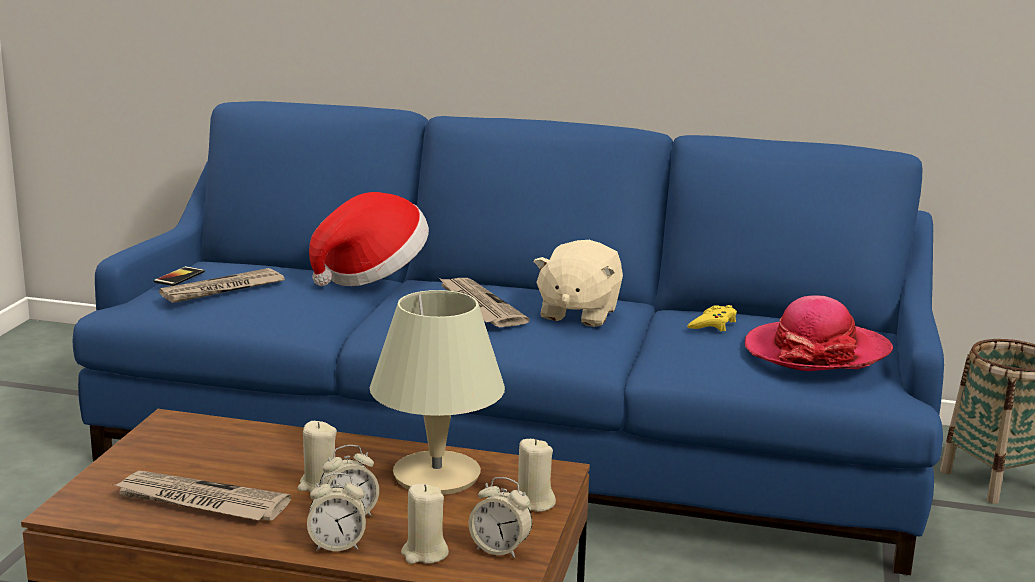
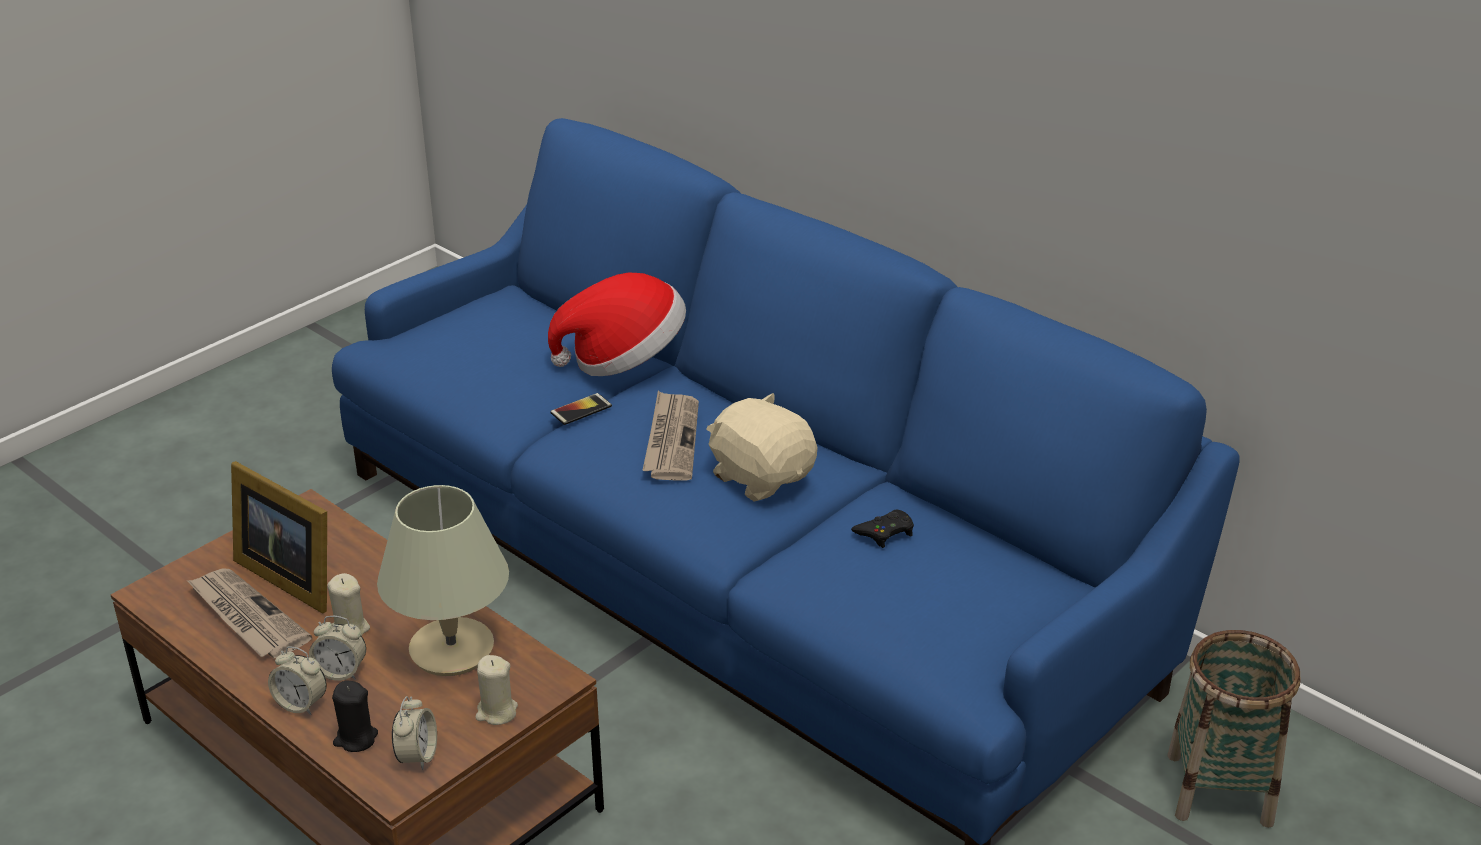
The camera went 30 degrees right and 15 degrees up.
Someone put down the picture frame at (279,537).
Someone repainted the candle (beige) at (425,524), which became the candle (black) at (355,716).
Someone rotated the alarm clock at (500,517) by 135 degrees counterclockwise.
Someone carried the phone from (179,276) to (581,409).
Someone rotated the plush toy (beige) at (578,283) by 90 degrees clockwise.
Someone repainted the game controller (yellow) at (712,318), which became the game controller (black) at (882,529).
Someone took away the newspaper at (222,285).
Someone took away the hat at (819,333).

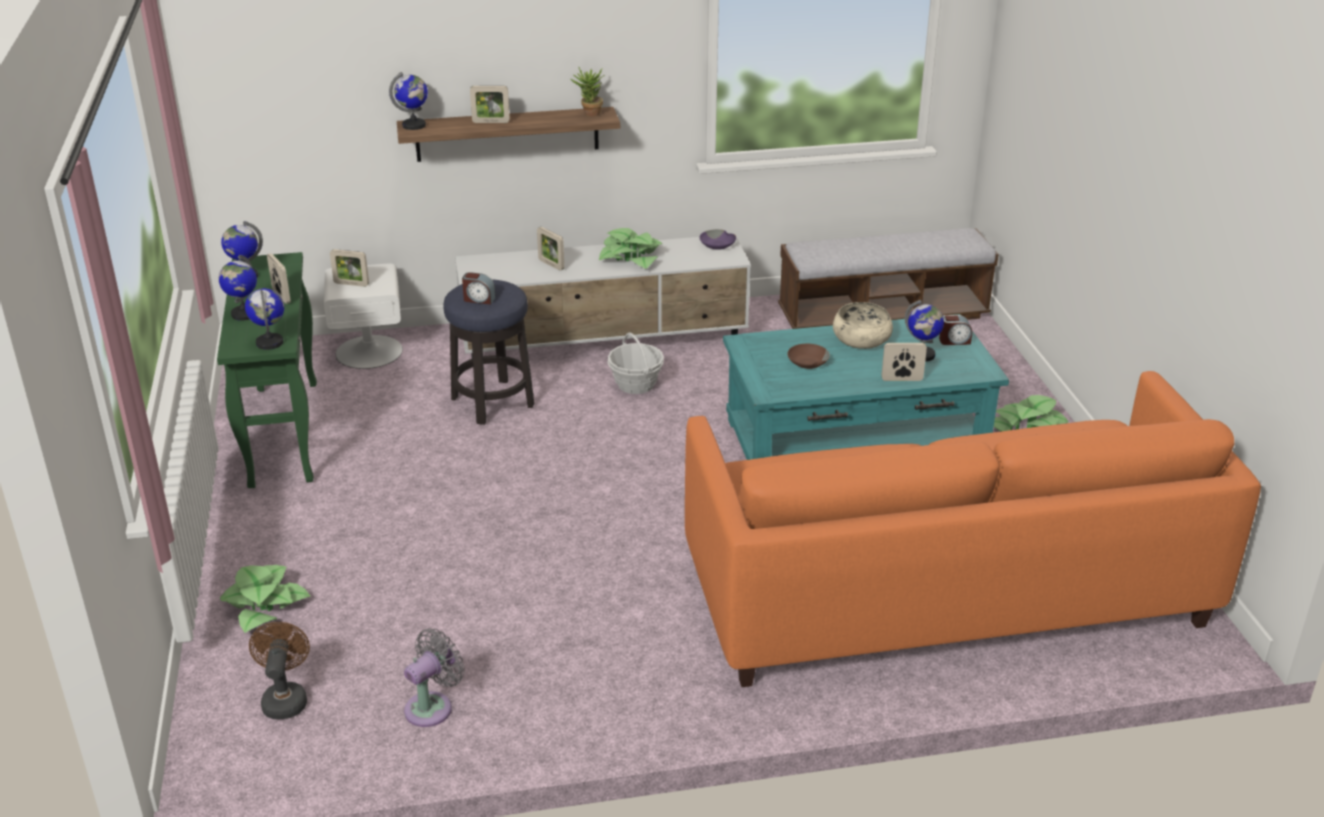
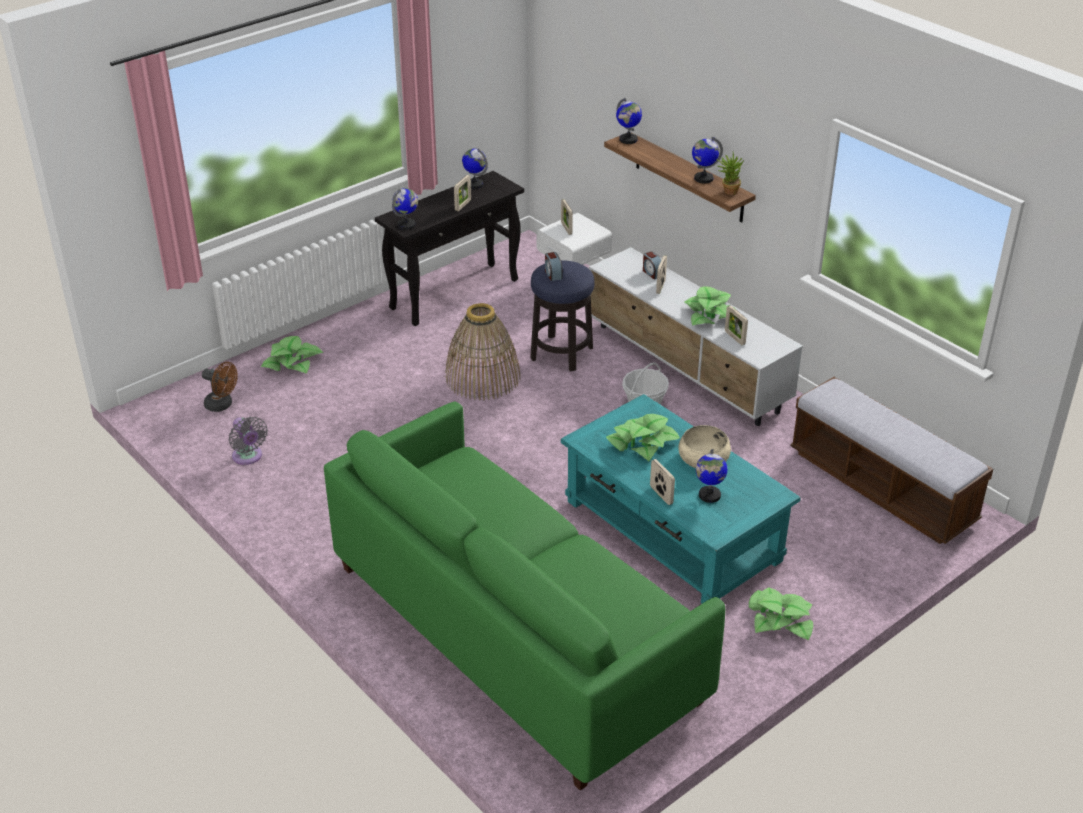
The camera went 60 degrees right and 5 degrees up.
Someone rotated the fan (brown) at (279,670) by 60 degrees clockwise.
Someone rotated the fan (grey) at (434,677) by 45 degrees clockwise.
Someone repainted the sofa (orange) at (973,529), which became the sofa (green) at (524,596).
Someone repainted the console table (green) at (267,370), which became the console table (black) at (449,248).
Someone put down the basket at (483,352).
Someone swapped the bowl (brown) at (808,356) for the potted plant at (643,437).
Someone carried the alarm clock from (955,330) to (652,265).
Someone carried the globe from (238,288) to (707,160).
Someone carried the picture frame from (490,104) to (736,325).
Someone took away the bowl (purple) at (717,239).

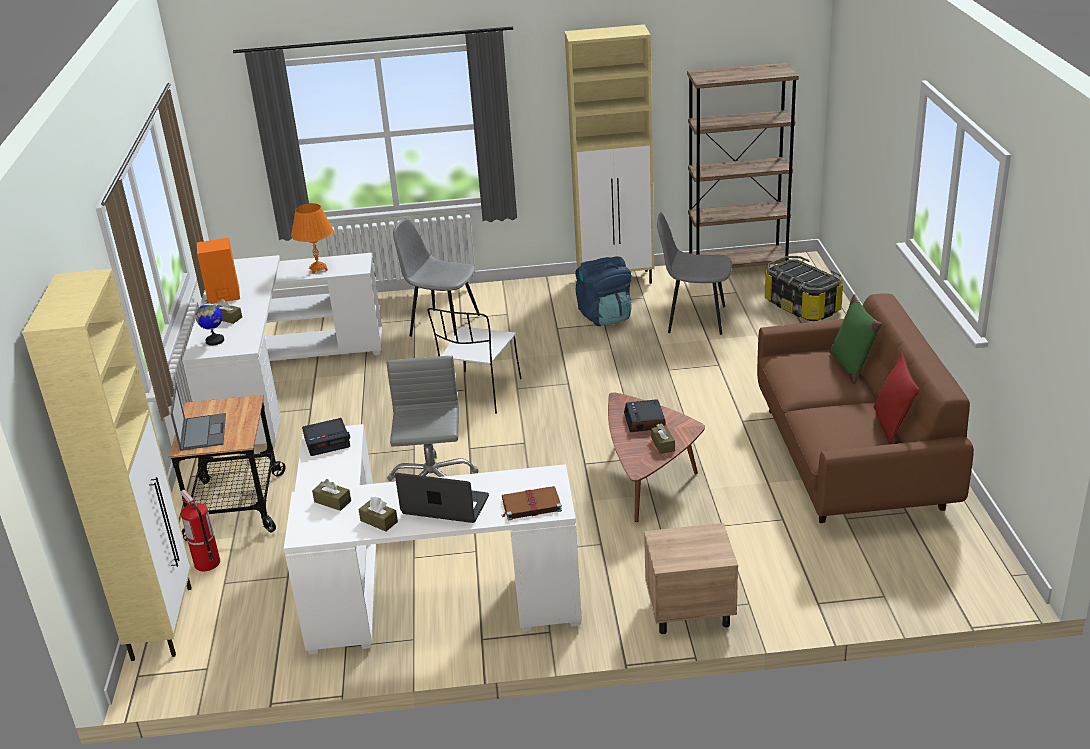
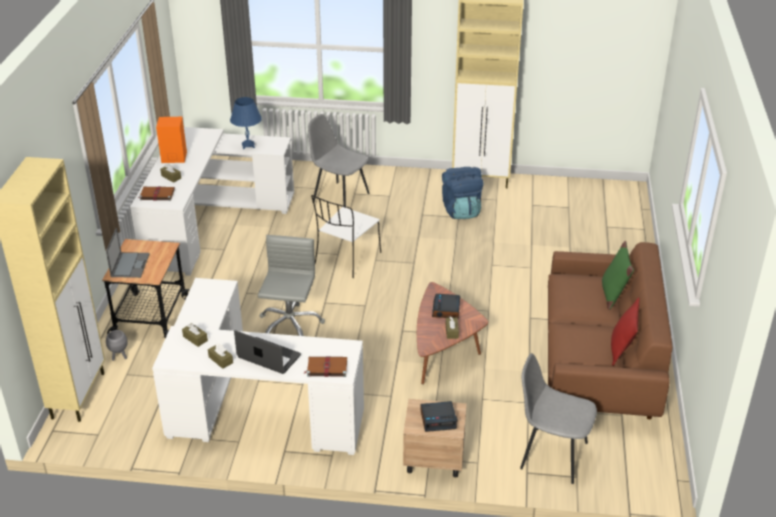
The camera went 10 degrees right and 5 degrees up.
Someone swapped the fire extinguisher at (200,530) for the planter (grey) at (117,345).
Someone swapped the globe at (210,322) for the book (brown) at (157,194).
Someone repainted the table lamp (orange) at (312,238), which became the table lamp (blue) at (246,123).
Someone carried the alarm clock from (326,437) to (439,416).
Someone carried the chair (grey) from (694,273) to (558,418).
Someone took away the bookcase (brown) at (743,165).
Someone took away the storage box at (804,288).

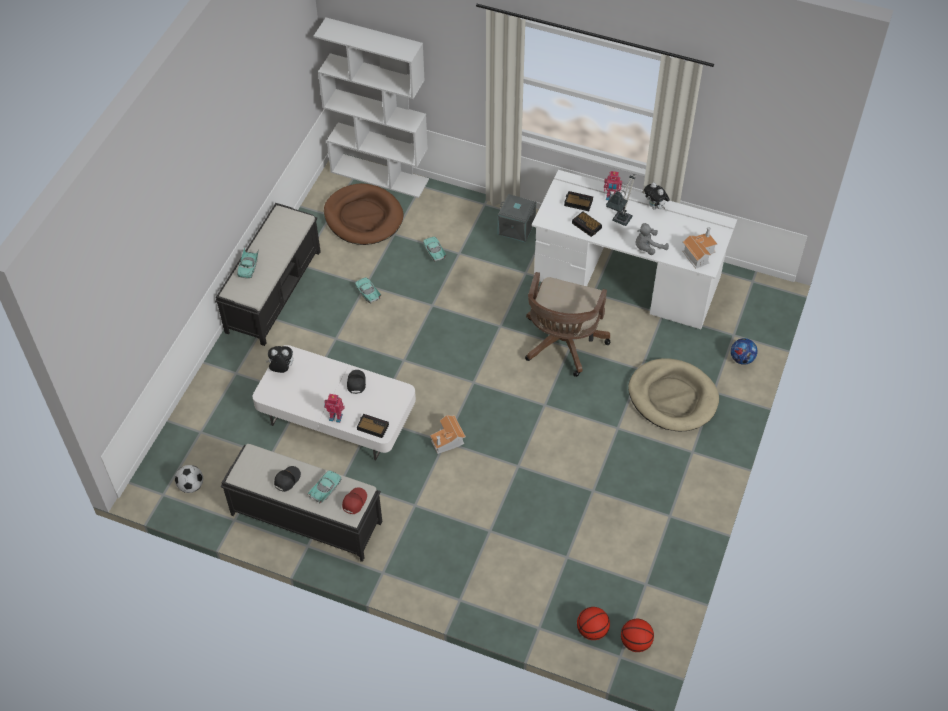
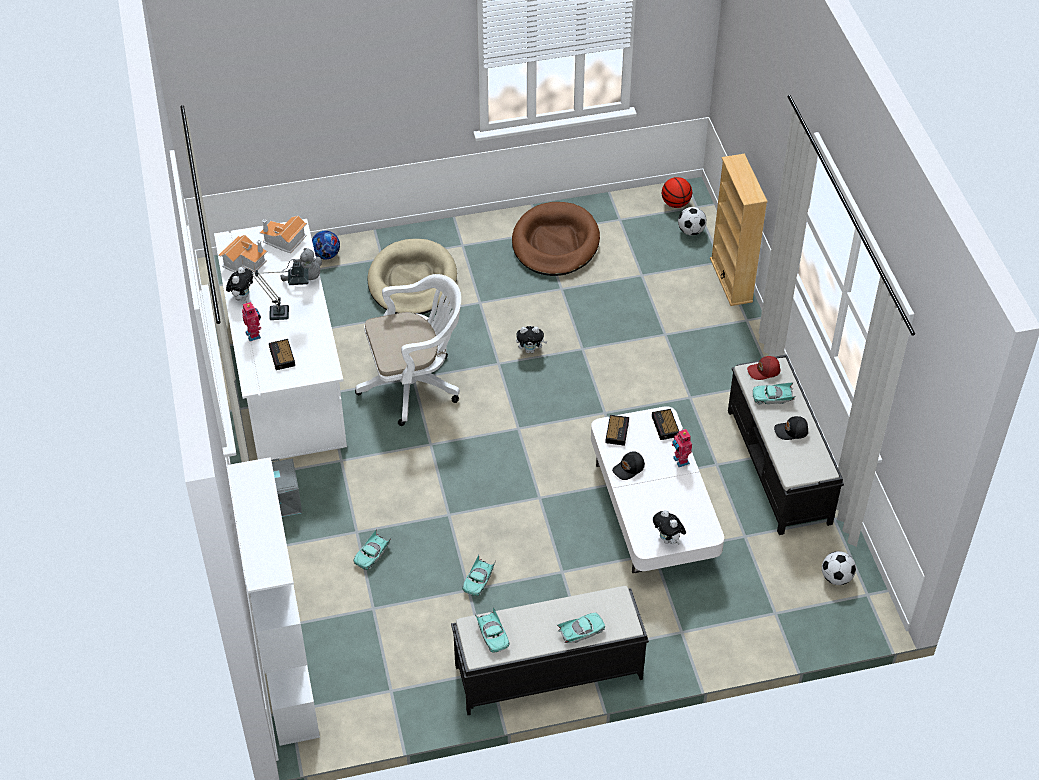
The camera went 125 degrees left and 5 degrees down.
Someone carried the toy house from (448,434) to (242,253).
Someone repainted the office chair (brown) at (568,324), which became the office chair (white) at (408,350).
Someone put down the toy car (turquoise) at (492,629).
Someone carried the dog bed (brown) from (363,214) to (556,239).
Someone put down the plush toy at (532,339).
Someone carried the alarm clock from (587,224) to (617,430).
Someone swapped the basketball at (593,623) for the football at (692,221).
Someone put down the bookcase (beige) at (739,229).

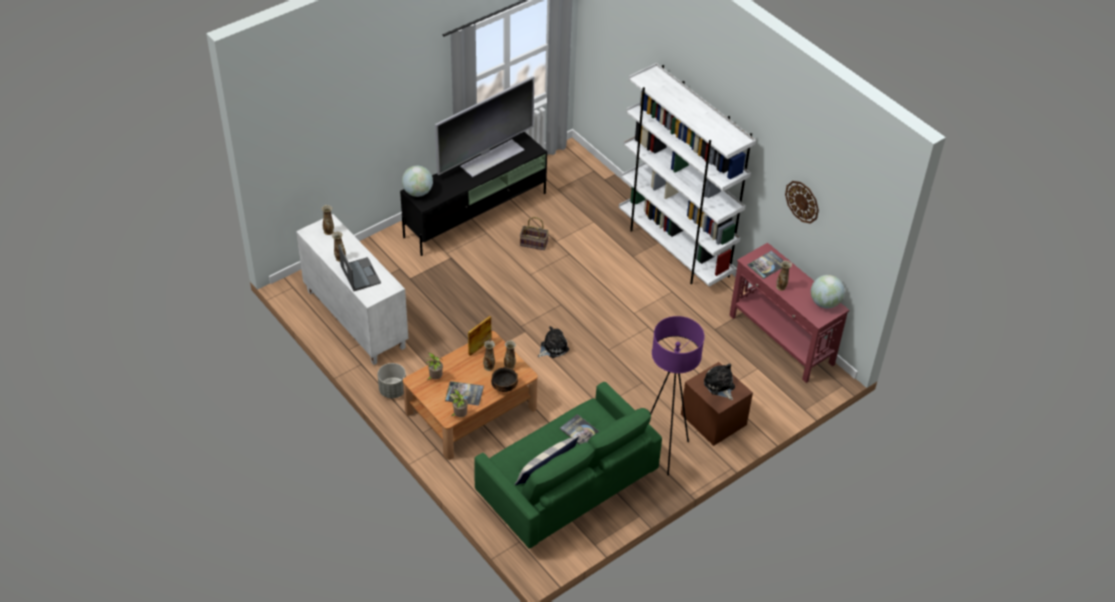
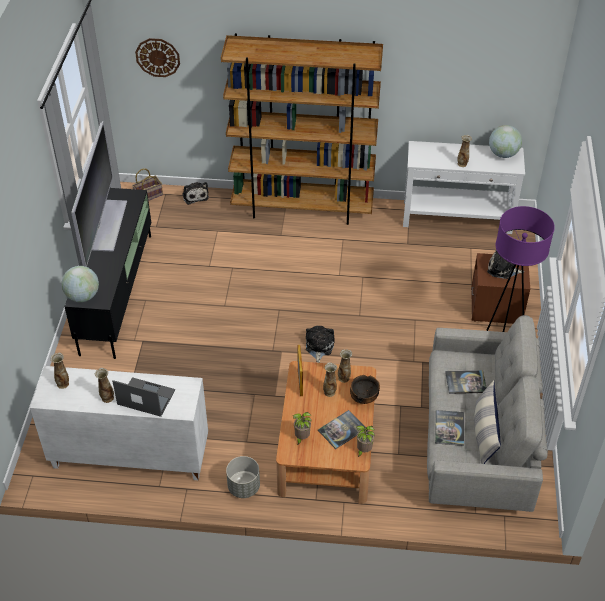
The camera went 45 degrees left and 0 degrees up.
Someone carried the basket from (534,233) to (147,184).
Someone carried the wall clock from (802,202) to (157,57).
Someone put down the plush toy at (196,193).
Someone repainted the bookcase (white) at (687,175), which became the bookcase (brown) at (302,129).
Someone repainted the console table (red) at (789,313), which became the console table (white) at (464,187).
Someone repainted the sofa (green) at (568,465), which became the sofa (grey) at (487,413).
Someone carried the book from (765,265) to (449,428).

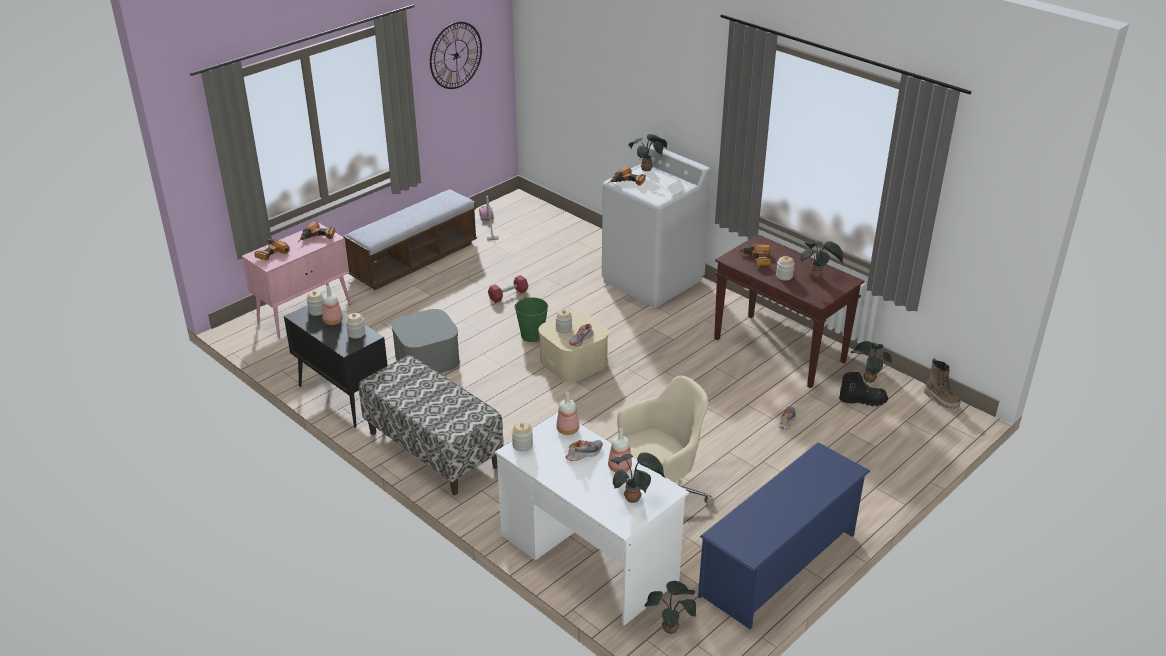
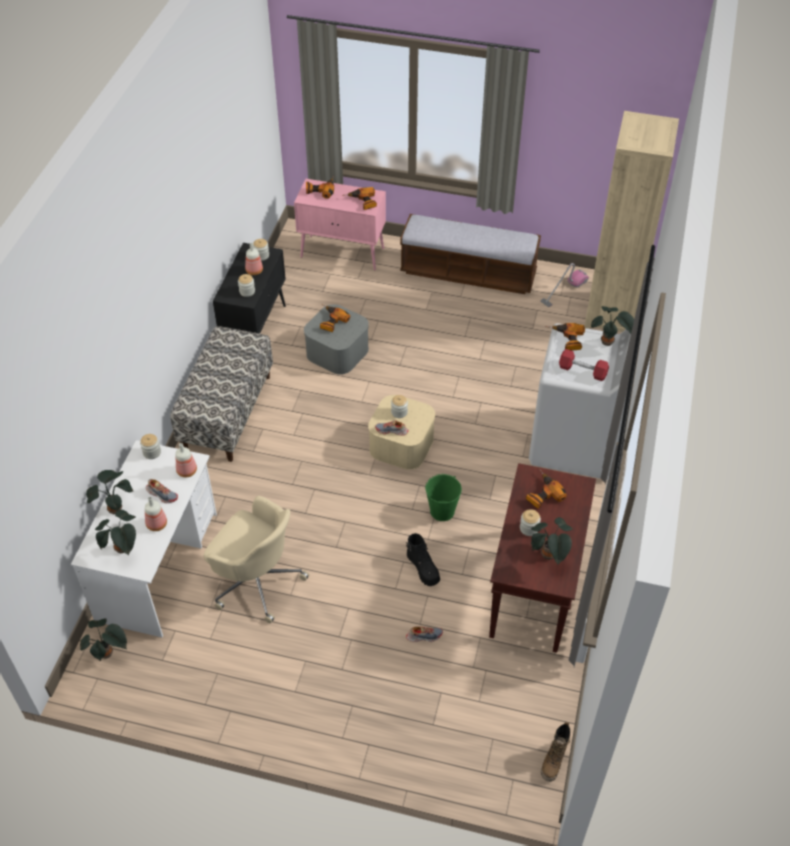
The camera went 60 degrees right and 15 degrees up.
Someone carried the potted plant from (871,362) to (109,492).
Someone put down the power drill at (335,318).
Someone carried the boot (black) from (863,389) to (423,559).
Someone carried the bucket (green) from (531,319) to (443,497).
Someone carried the dumbbell (red) from (508,289) to (584,365).
Someone put down the bookcase (beige) at (631,221).
Someone took away the wall clock at (456,55).
Someone took away the shoe rack (blue) at (784,535).

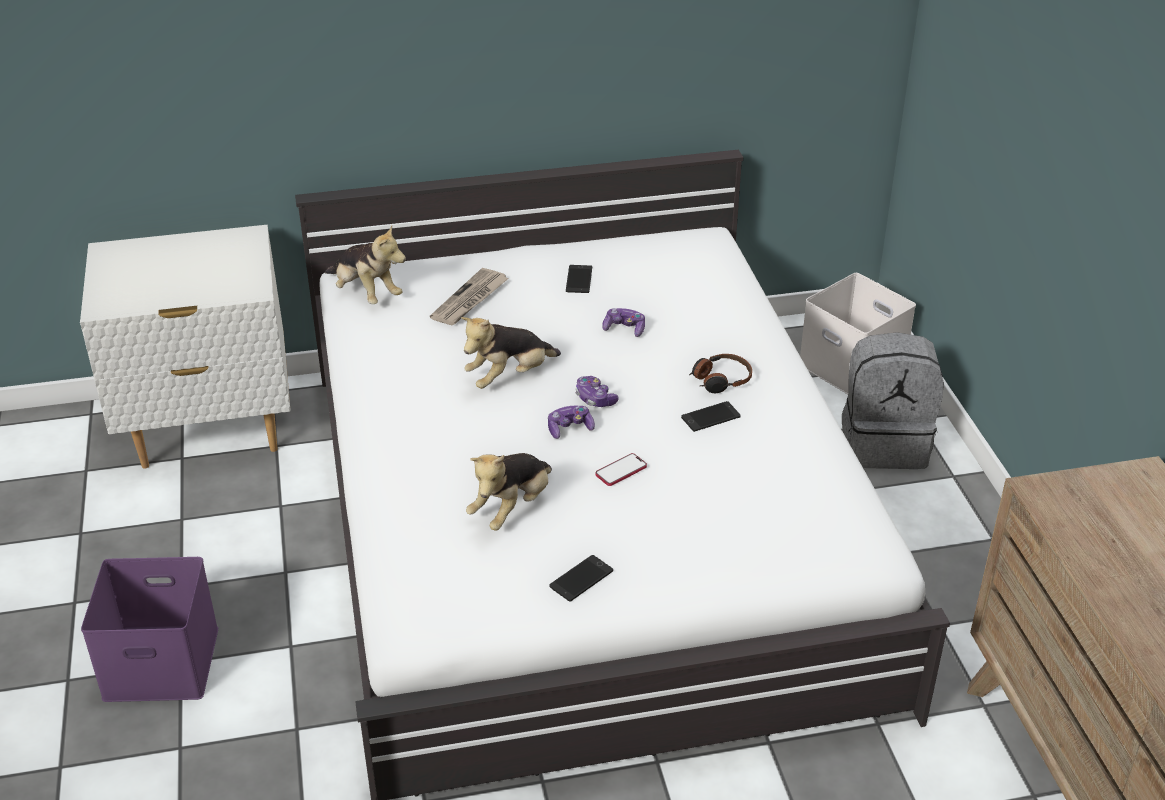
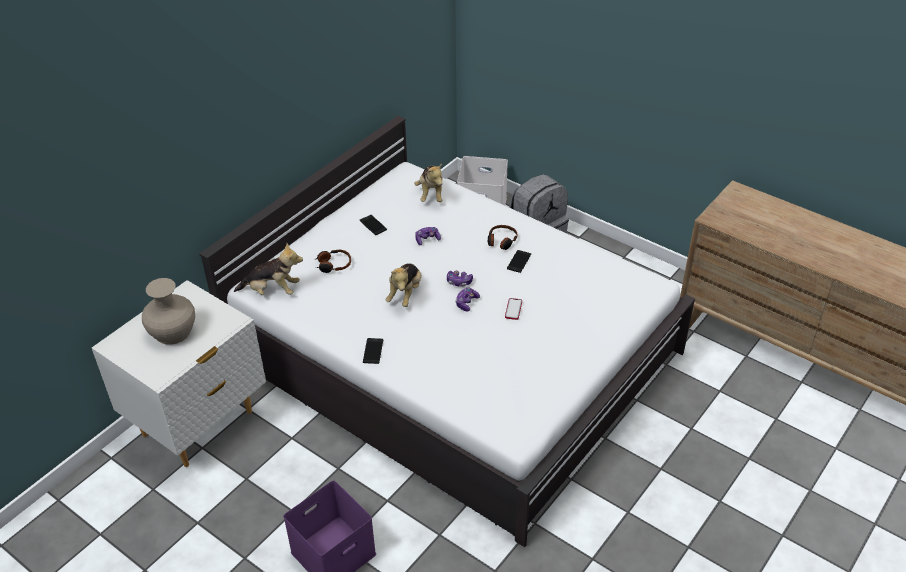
The camera went 40 degrees left and 5 degrees up.
Someone put down the vase (beige) at (168,311).
Someone swapped the newspaper at (469,296) for the headphones at (332,261).
Someone carried the phone from (581,578) to (373,351).
Someone carried the plush toy from (509,492) to (428,182).

